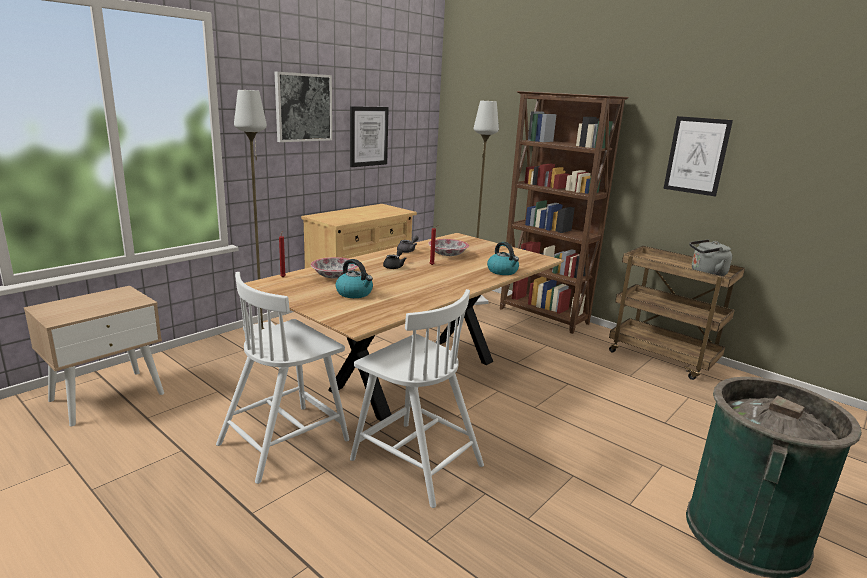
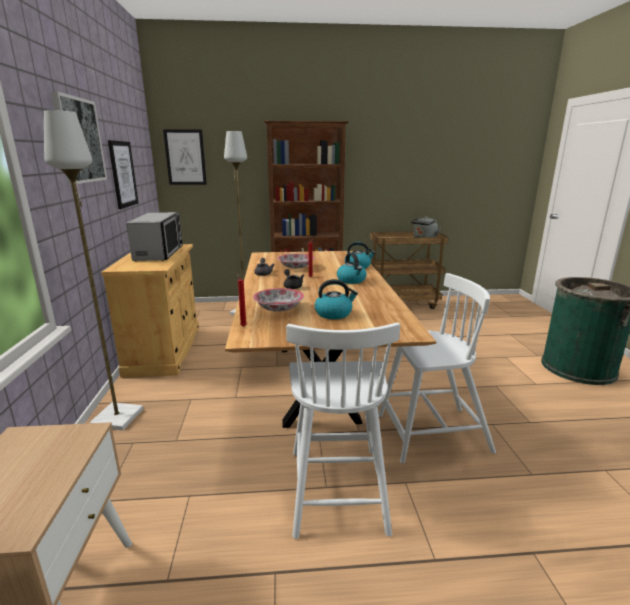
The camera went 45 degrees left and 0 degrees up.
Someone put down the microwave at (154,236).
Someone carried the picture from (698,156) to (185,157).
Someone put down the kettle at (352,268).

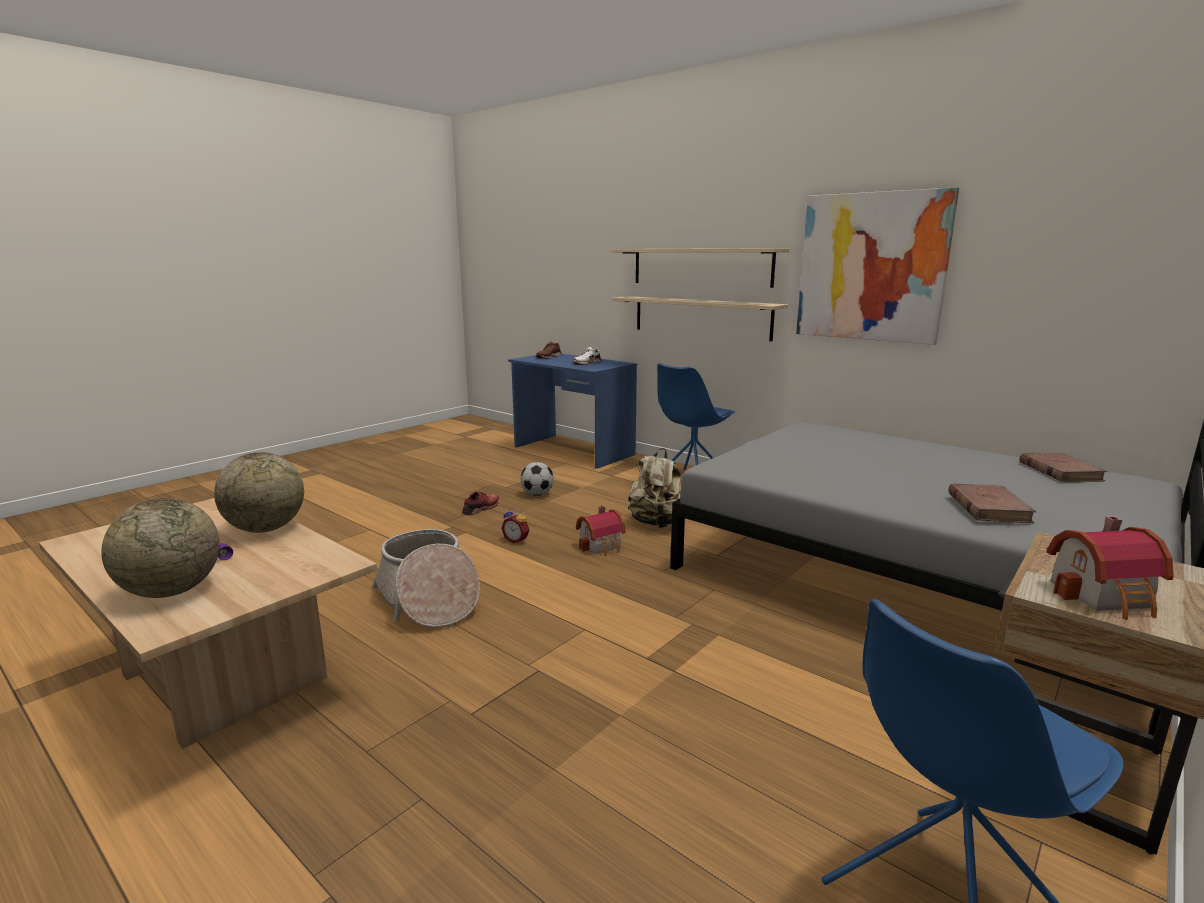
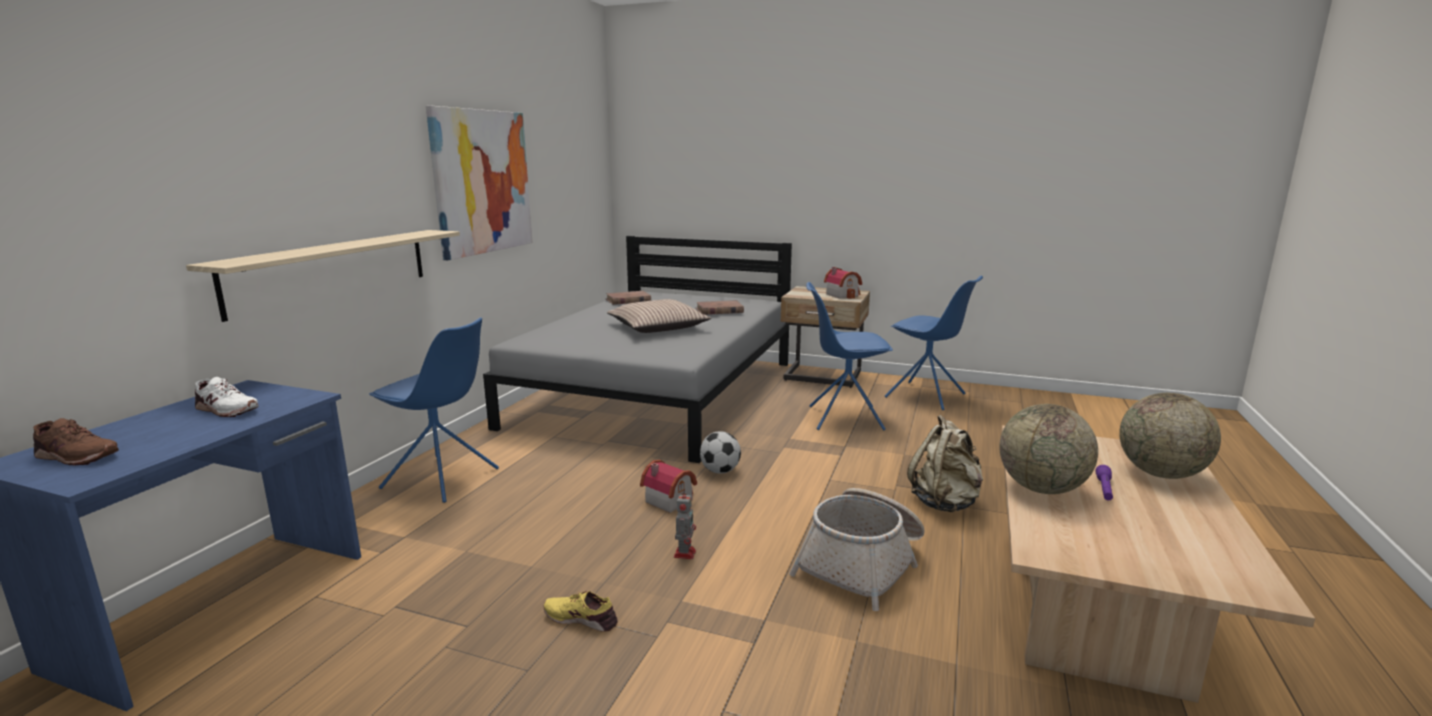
The camera went 110 degrees left and 0 degrees up.
Someone repainted the shoe (red) at (480,503), which became the shoe (yellow) at (580,611).
Someone put down the pillow at (659,316).
Someone swapped the alarm clock at (515,525) for the toy robot at (685,524).
Someone carried the football from (537,479) to (720,452).
Someone put down the chair (blue) at (849,356).
Someone carried the backpack (beige) from (654,488) to (945,463).
Someone took away the shelf at (699,268).

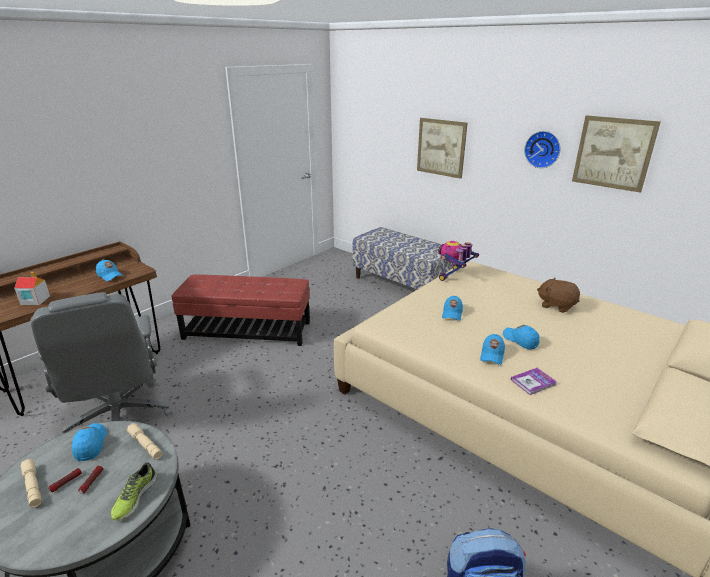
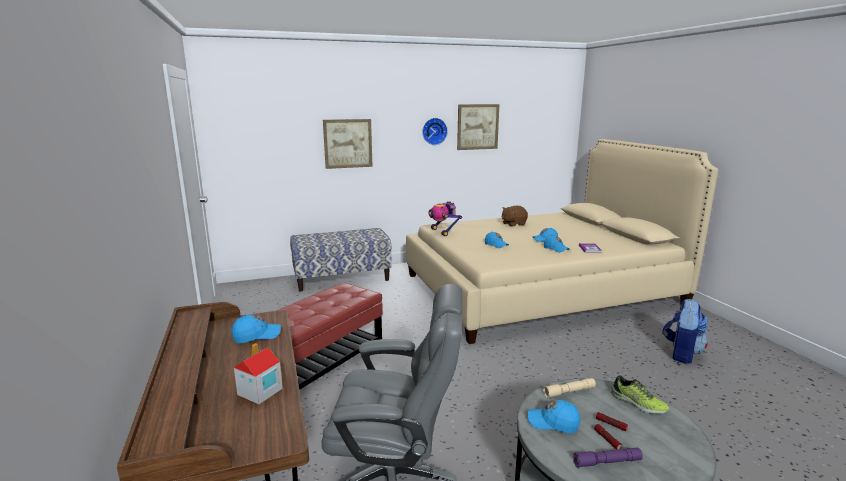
The camera went 60 degrees left and 10 degrees down.
Someone repainted the flashlight (beige) at (31,483), which became the flashlight (purple) at (608,458).

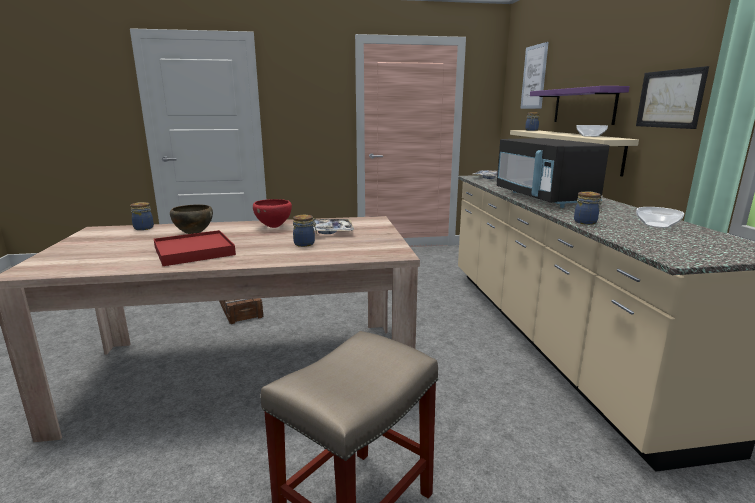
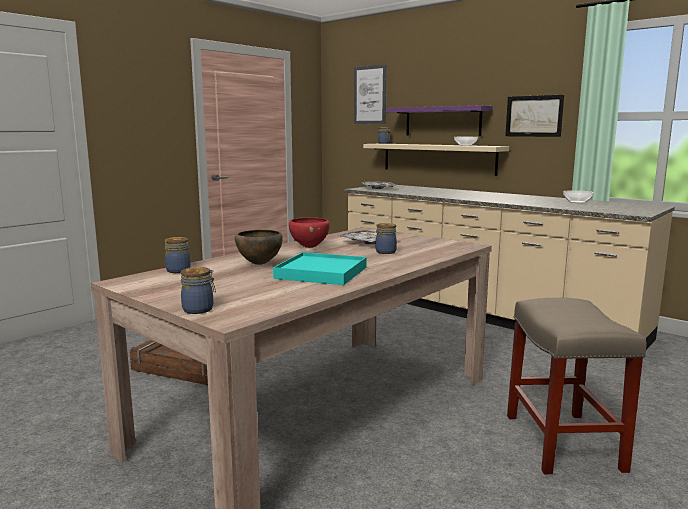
The camera went 40 degrees left and 5 degrees down.
Someone carried the jar from (588,208) to (198,290).
Someone repainted the tray (red) at (195,248), which became the tray (turquoise) at (320,268).
Someone took away the microwave (black) at (553,173).

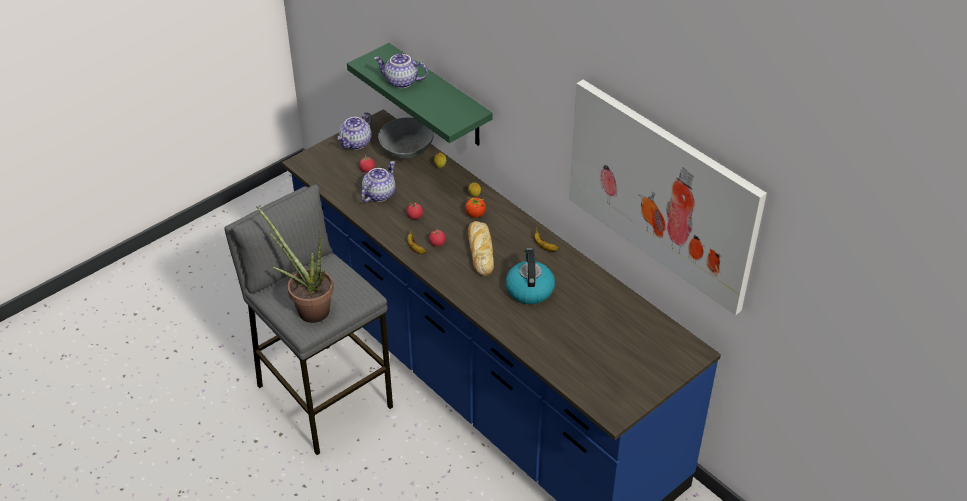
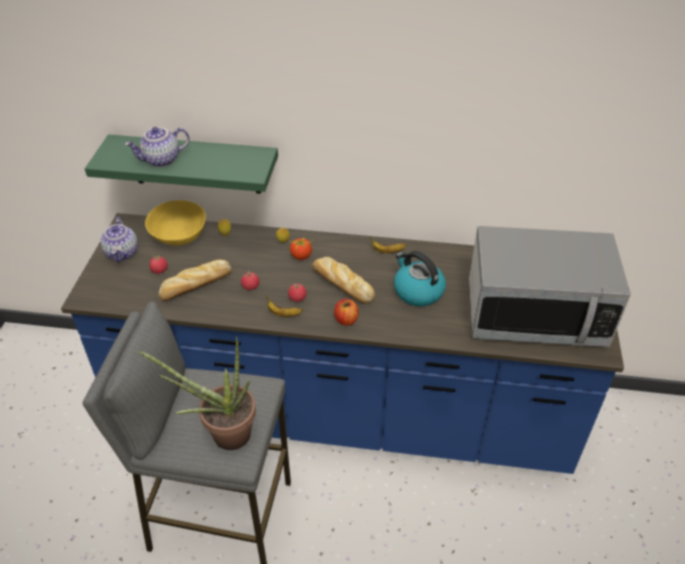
The camera went 40 degrees left and 0 degrees up.
Someone repainted the bowl (grey) at (406,138), which became the bowl (yellow) at (175,223).
Someone swapped the teapot at (378,181) for the bread at (195,280).
Someone put down the apple at (346,312).
Someone put down the microwave at (550,286).
Someone took away the picture at (668,197).

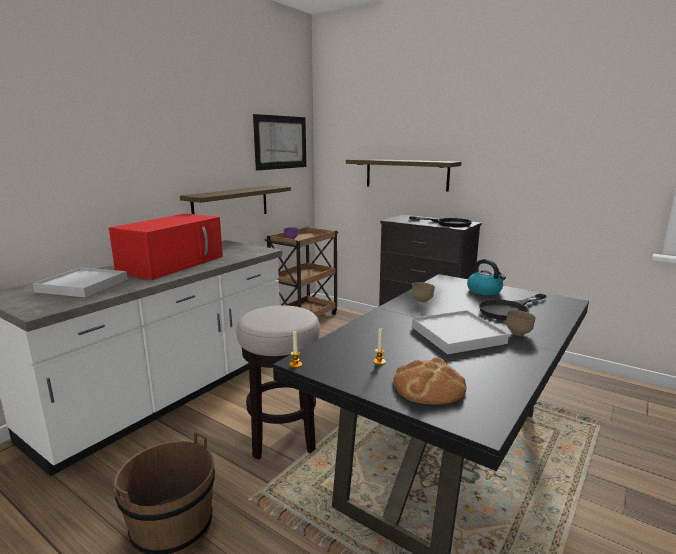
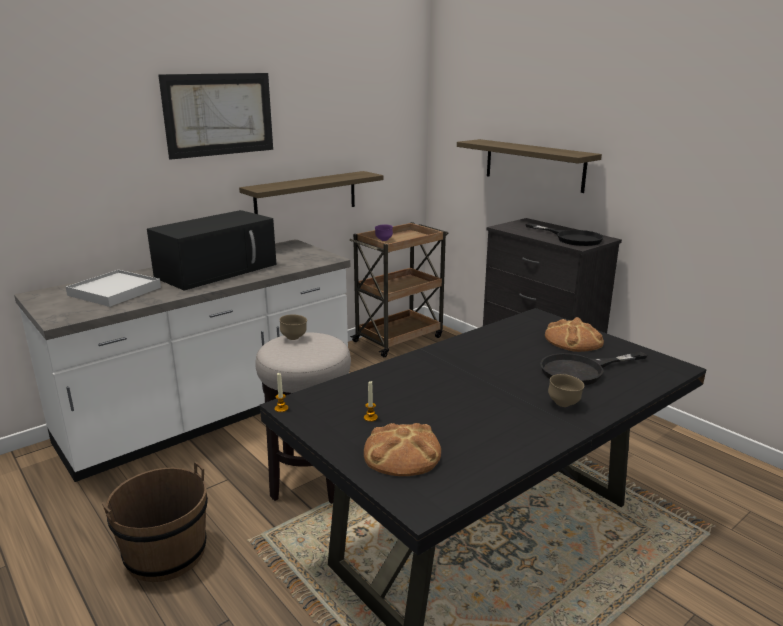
The camera went 15 degrees right and 5 degrees up.
Someone repainted the microwave (red) at (166,246), which became the microwave (black) at (212,250).
Someone carried the picture from (279,142) to (215,116).
Someone carried the bowl (brown) from (423,292) to (293,327).
Someone swapped the kettle at (486,277) for the bread at (574,334).
Someone took away the tray (white) at (460,332).

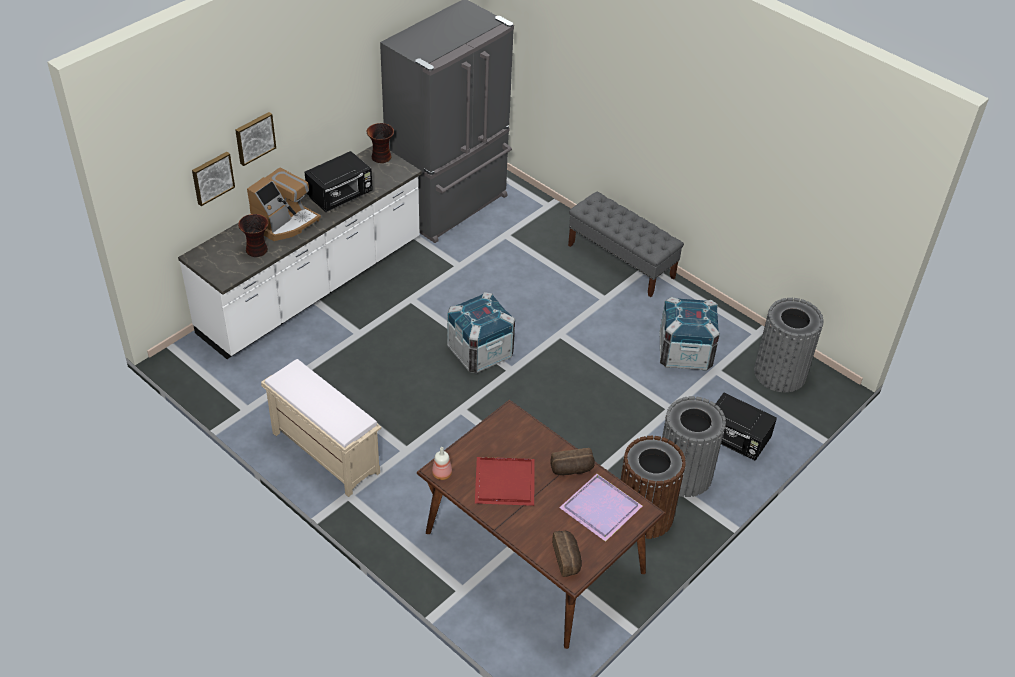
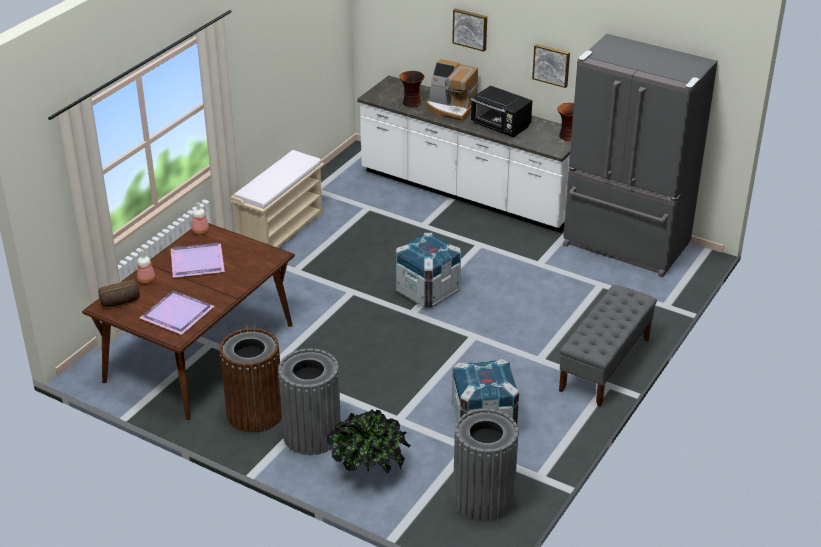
The camera went 80 degrees right and 10 degrees down.
Someone put down the bottle at (146,267).
Someone repainted the tray (red) at (505,481), which became the tray (purple) at (198,260).
Someone swapped the microwave (black) at (746,427) for the potted plant at (369,442).
Someone carried the picture from (213,179) to (551,66).
Someone took away the bread at (572,461).

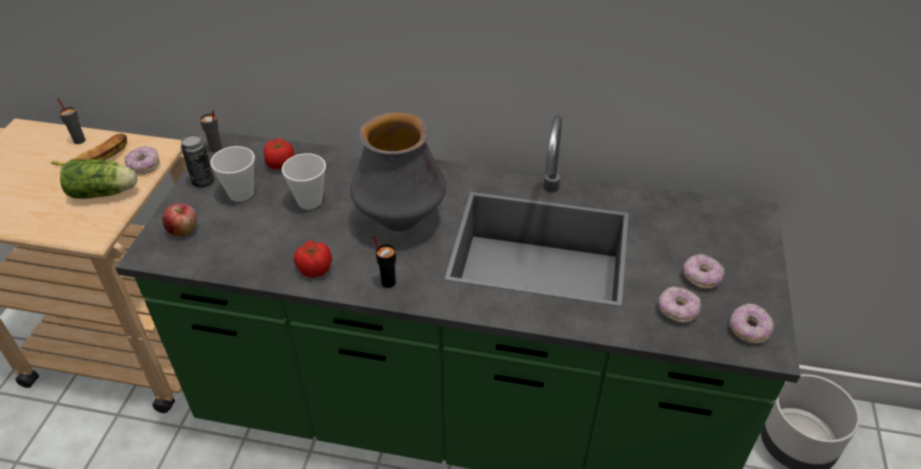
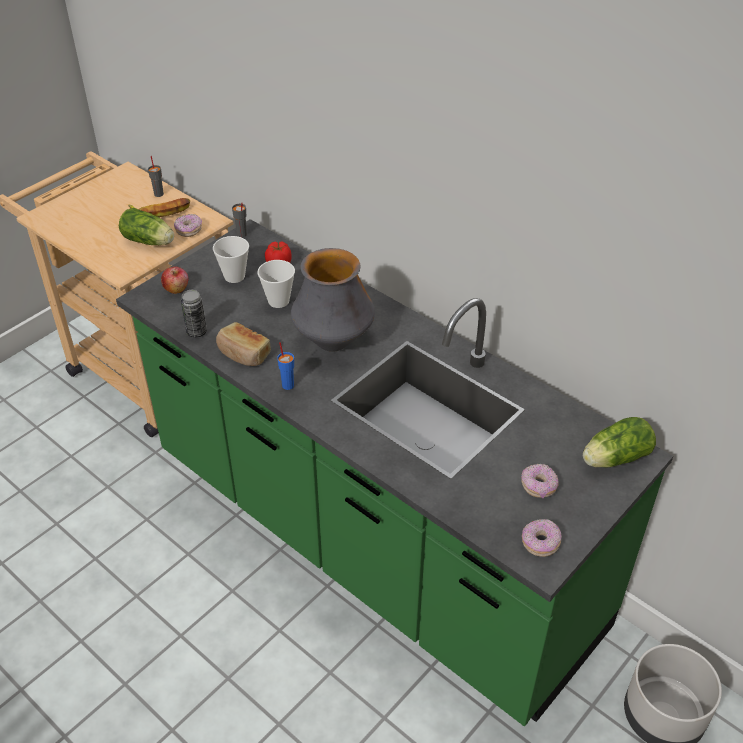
The camera went 30 degrees right and 0 degrees up.
Someone carried the can from (197,160) to (194,314).
Someone swapped the tomato at (313,259) for the bread at (243,344).
Someone repainted the cup (black) at (384,262), which became the cup (blue) at (285,366).
Someone put down the lettuce at (619,442).
Someone took away the donut at (680,304).

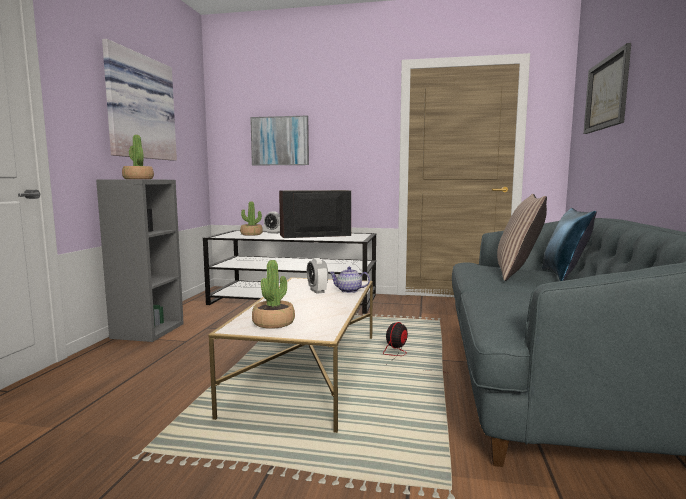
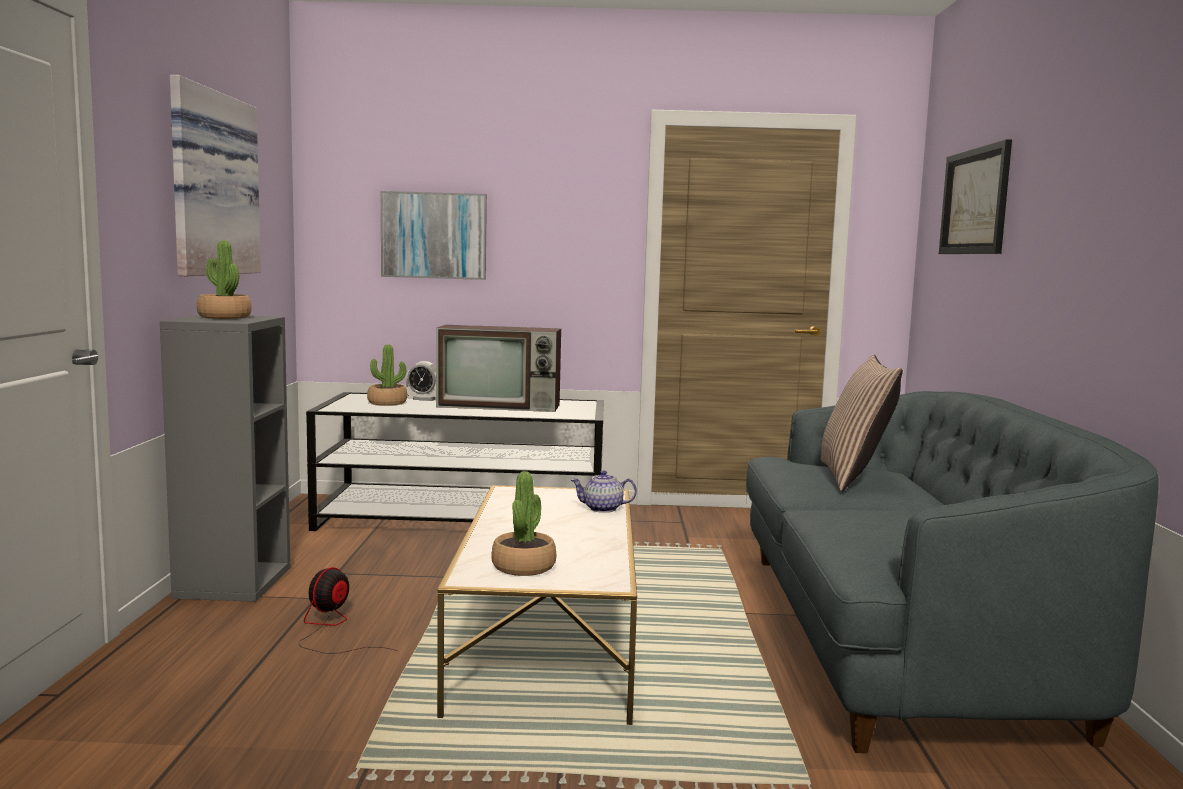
The camera went 10 degrees left and 0 degrees up.
Someone carried the fan from (415,347) to (348,610).
Someone rotated the television at (315,214) by 150 degrees counterclockwise.
Someone took away the alarm clock at (317,276).
Someone took away the pillow (blue) at (569,244).

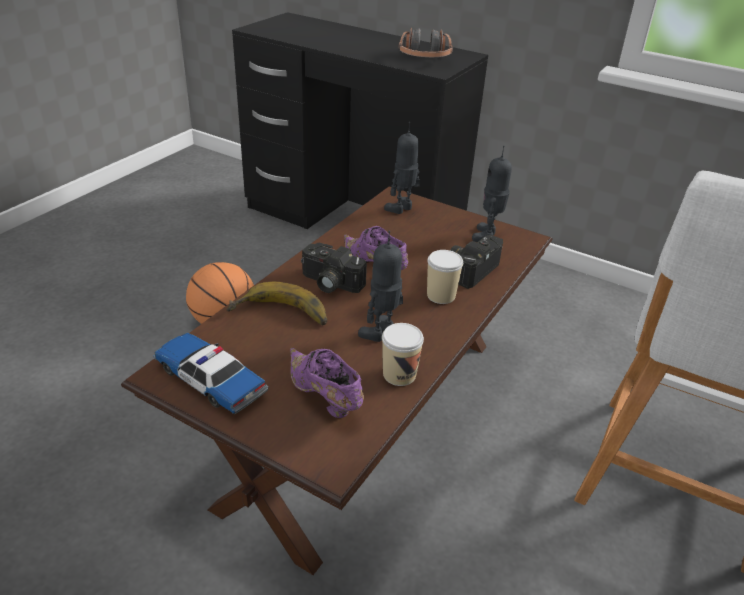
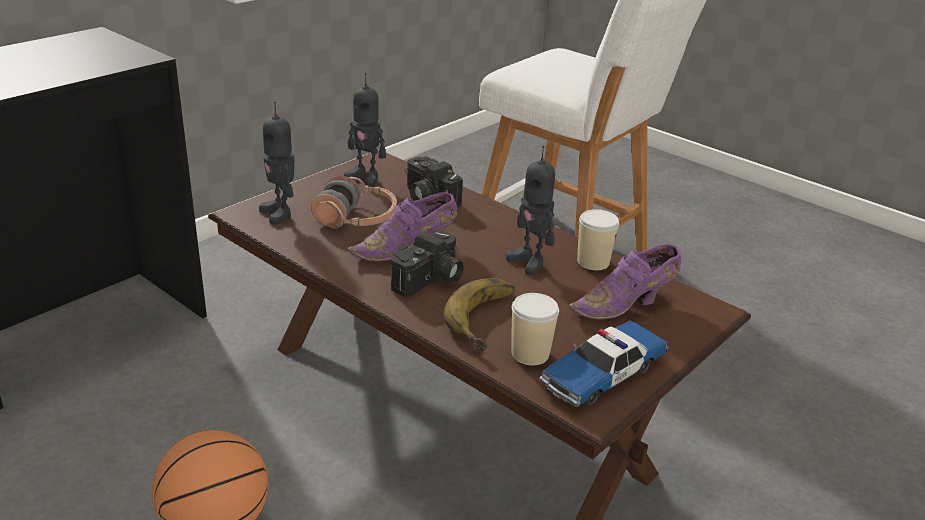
The camera went 80 degrees left and 5 degrees down.
Someone carried the headphones from (426,42) to (354,202).
Someone carried the cup from (445,277) to (535,329).

